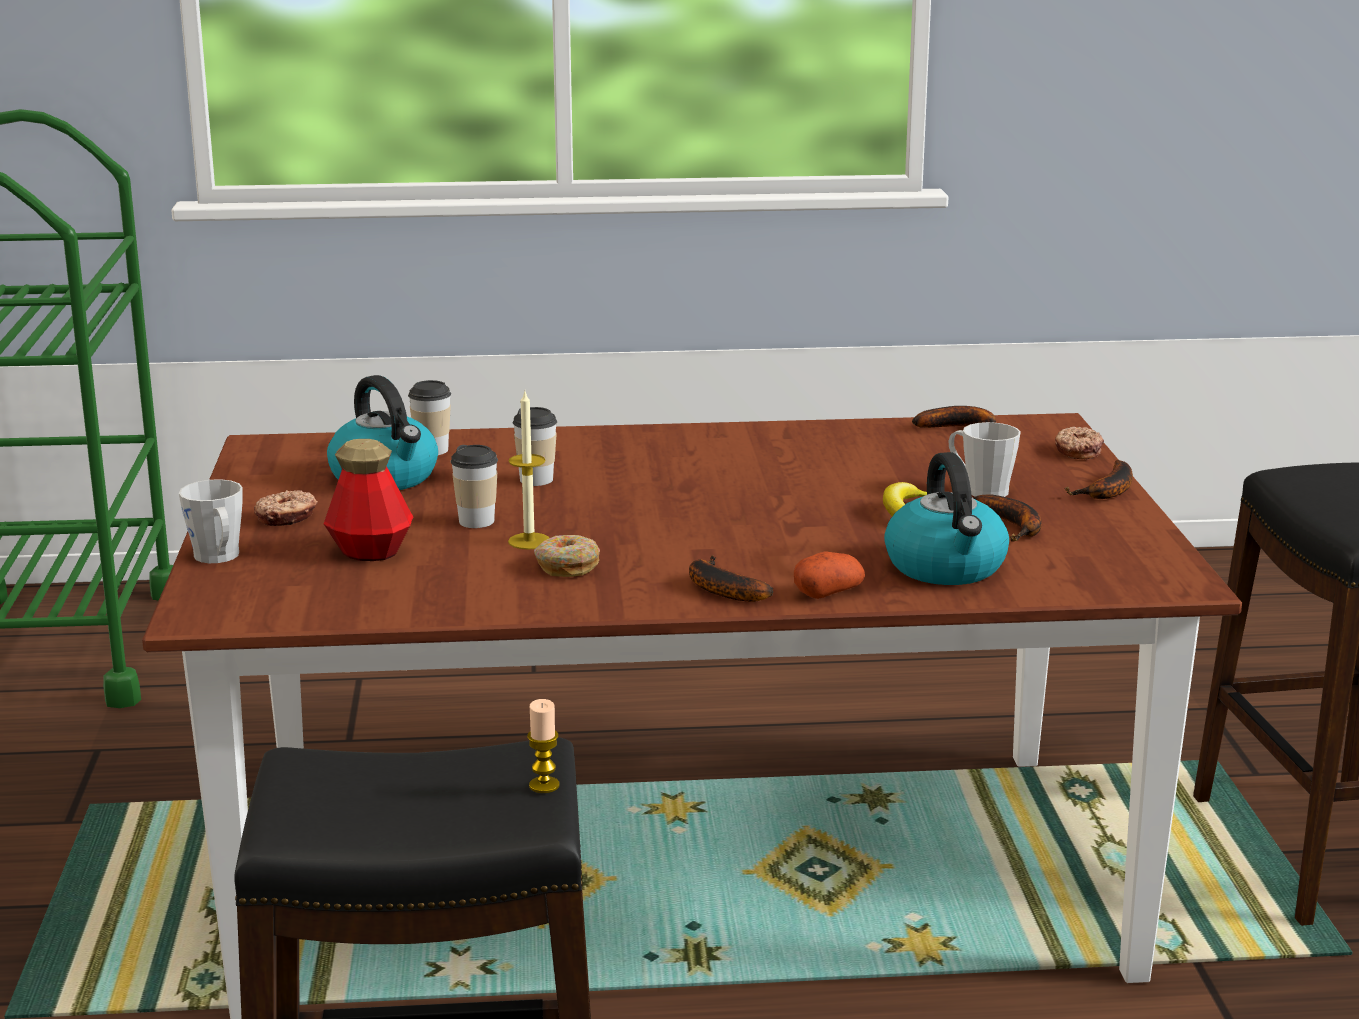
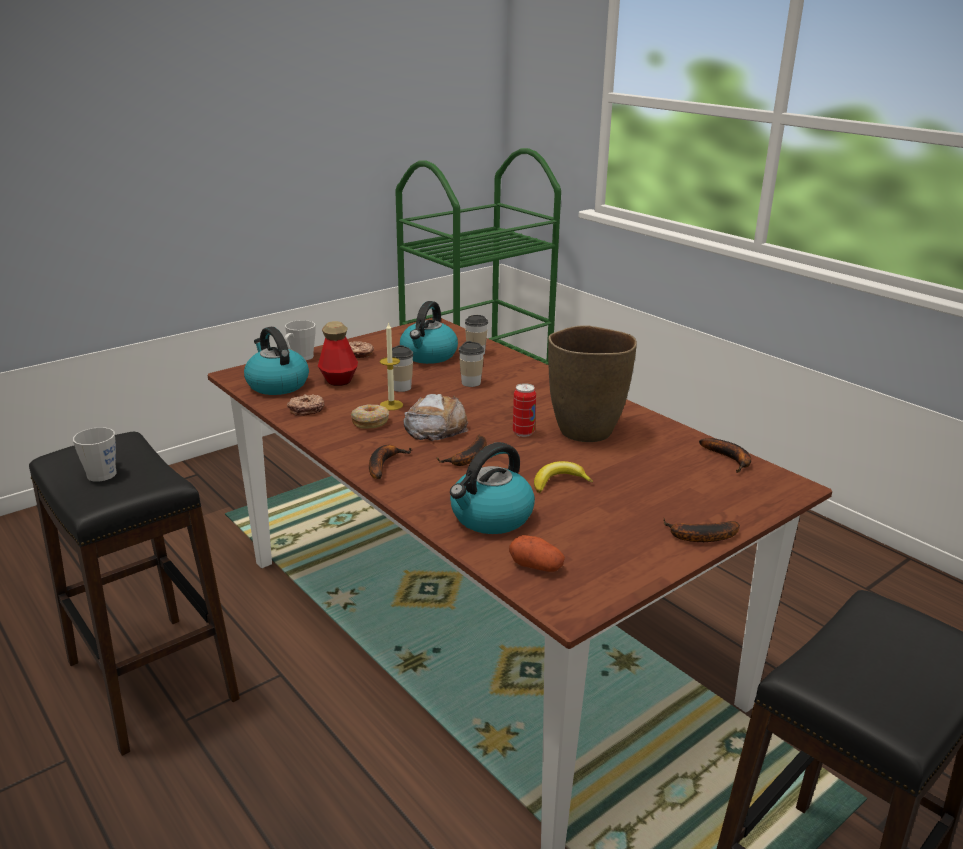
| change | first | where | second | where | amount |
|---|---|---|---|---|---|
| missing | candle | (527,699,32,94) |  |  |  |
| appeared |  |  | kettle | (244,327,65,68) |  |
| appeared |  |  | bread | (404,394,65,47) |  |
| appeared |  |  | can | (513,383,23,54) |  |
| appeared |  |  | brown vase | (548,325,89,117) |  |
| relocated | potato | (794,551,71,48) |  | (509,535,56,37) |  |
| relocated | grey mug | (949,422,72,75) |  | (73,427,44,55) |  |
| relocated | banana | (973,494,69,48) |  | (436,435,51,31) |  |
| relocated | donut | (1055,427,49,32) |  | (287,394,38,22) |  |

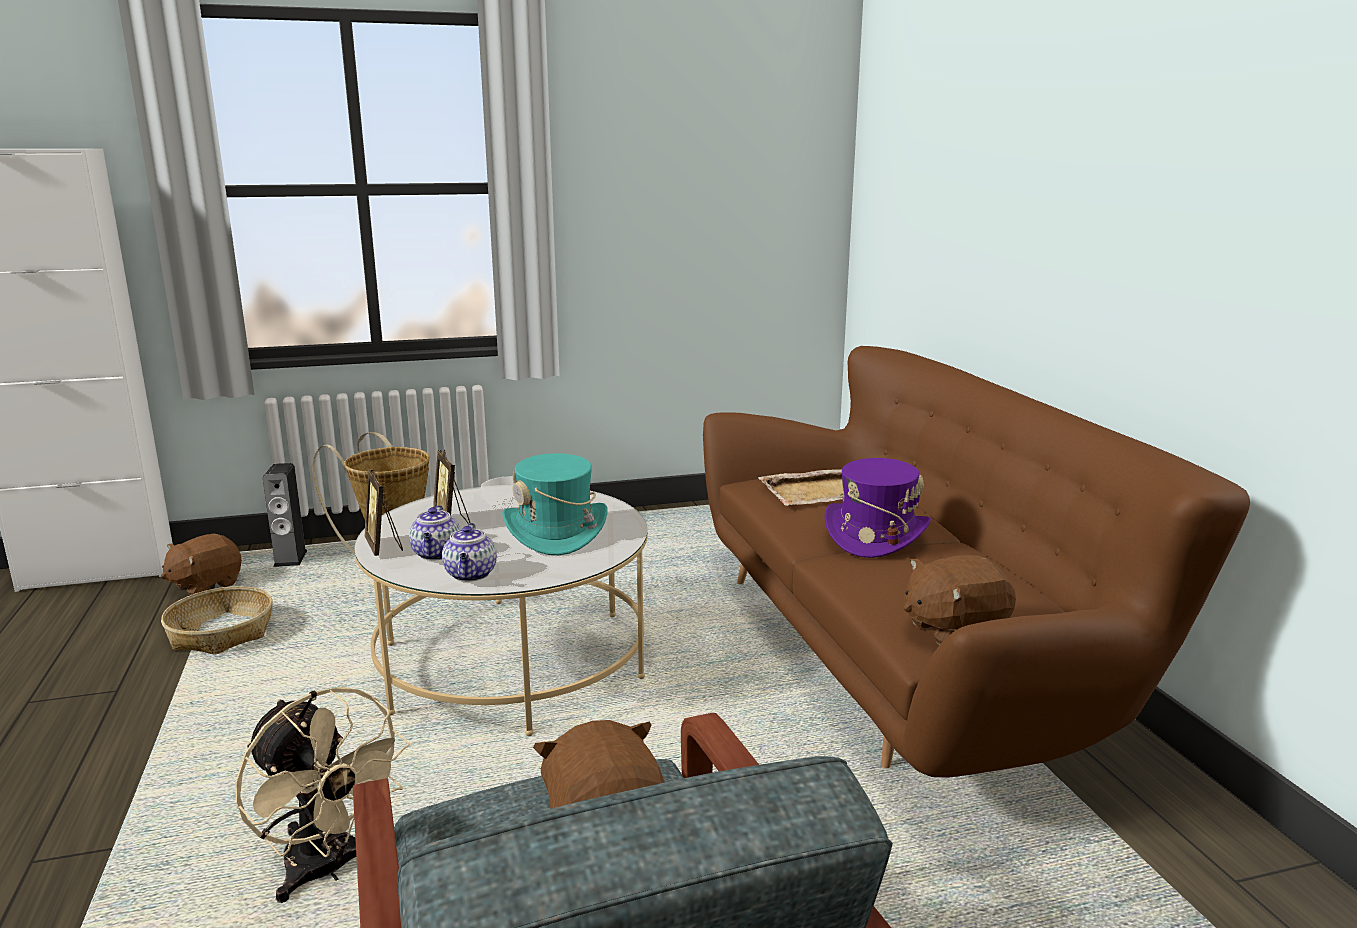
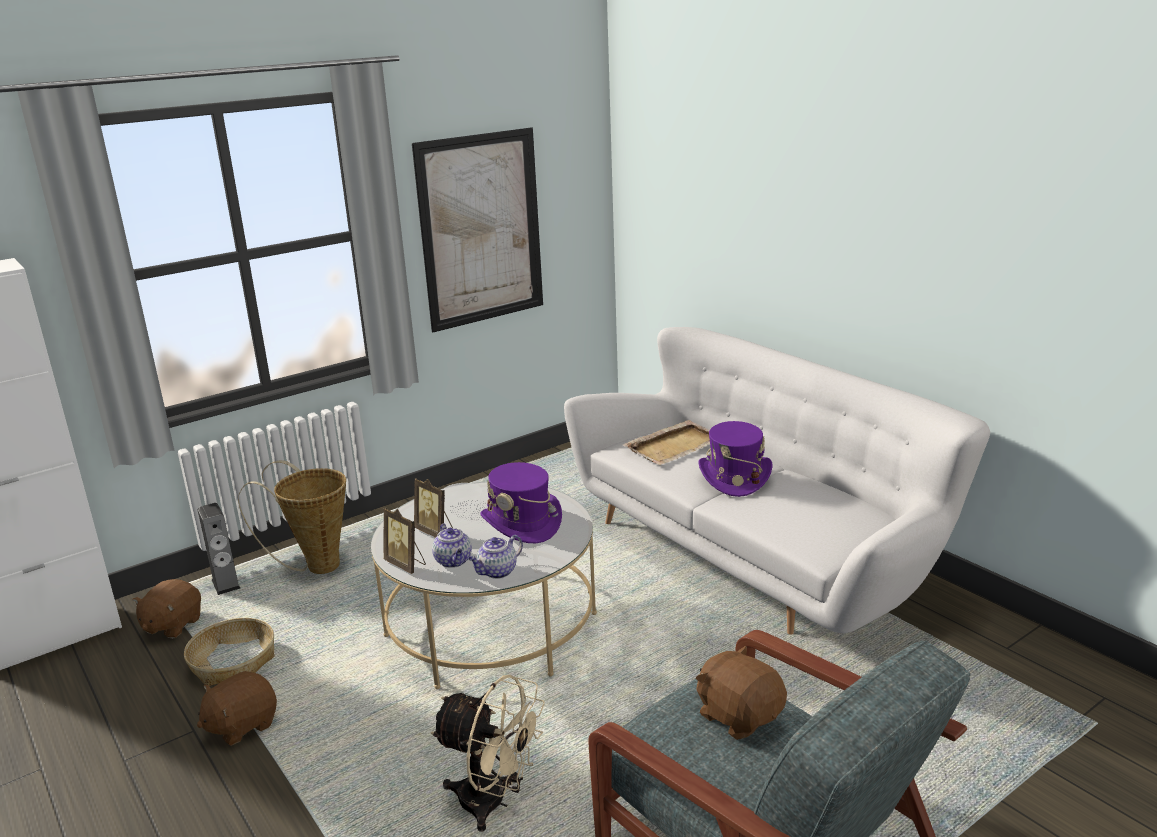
| change | first | where | second | where | amount |
|---|---|---|---|---|---|
| appeared |  |  | picture | (412,127,131,205) |  |
| relocated | brown plush toy | (904,555,112,90) |  | (197,671,80,75) |  |
| colour | turquoise hat | (502,453,106,102) | purple hat | (480,462,82,81) |  |
| colour | brown sofa | (703,346,547,432) | white sofa | (564,327,426,308) |  |
| spun | teapot | (442,523,55,59) |  | (468,535,55,44) | 75 degrees clockwise |

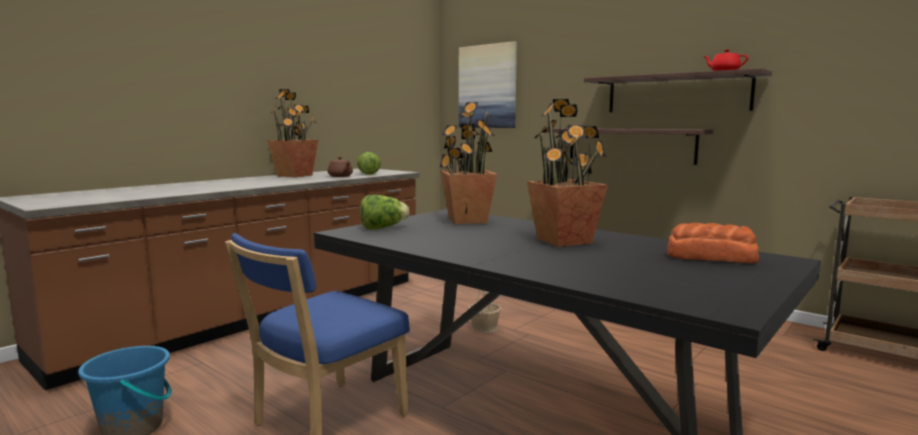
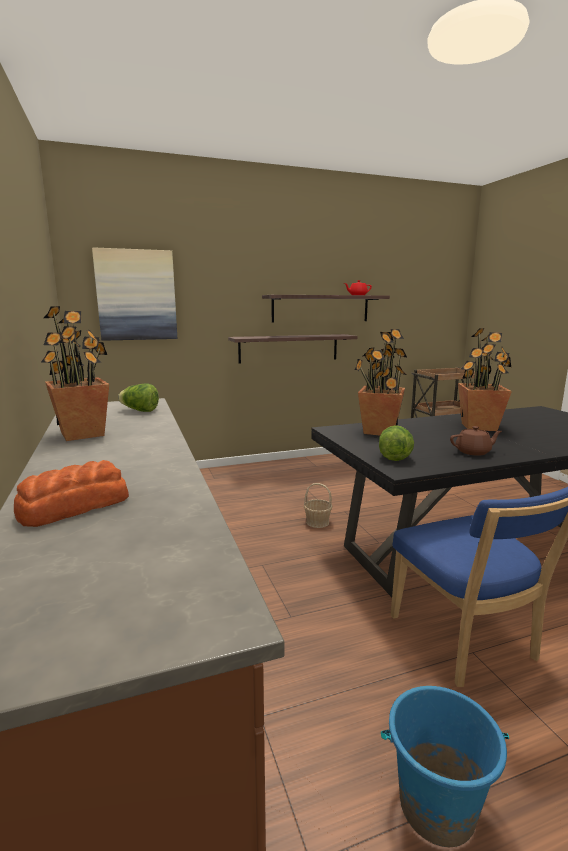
| change | first | where | second | where | amount |
|---|---|---|---|---|---|
| relocated | brown teapot | (327,157,26,20) |  | (450,426,52,30) |  |
| relocated | bread | (667,223,92,40) |  | (14,460,115,67) |  |

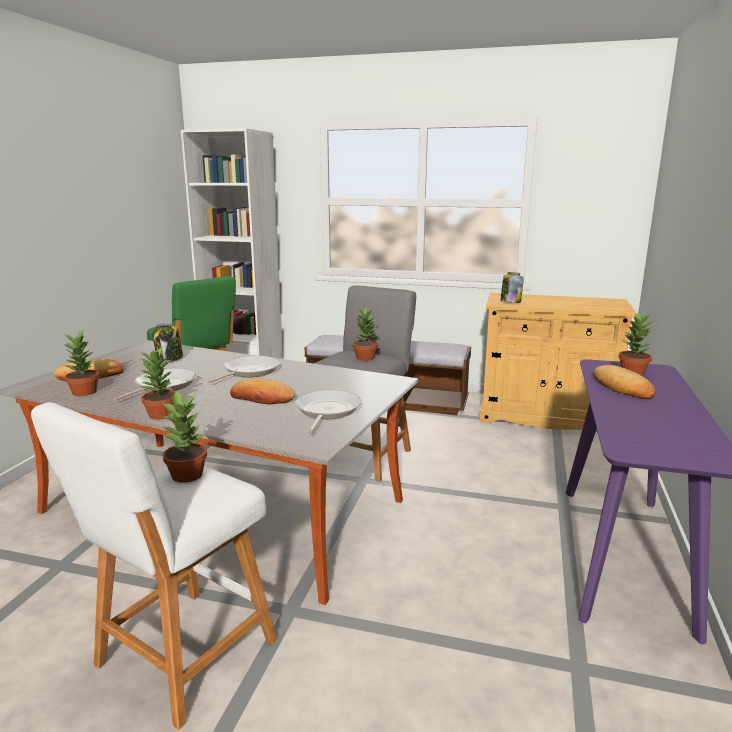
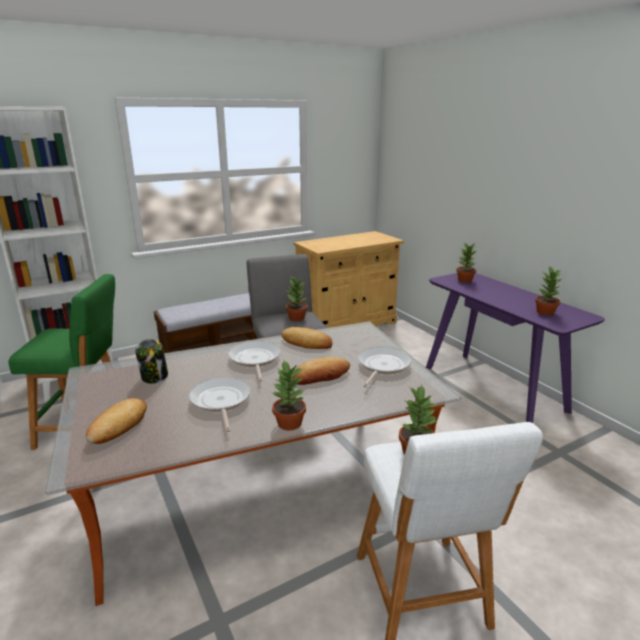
| change | first | where | second | where | amount |
|---|---|---|---|---|---|
| missing | jar | (501,272,22,31) |  |  |  |
| relocated | potted plant | (62,330,37,66) |  | (535,267,27,48) |  |
| relocated | bread | (594,365,61,34) |  | (281,327,51,22) |  |
| spun | frying pan | (295,390,66,44) |  | (358,347,54,41) | 60 degrees clockwise |

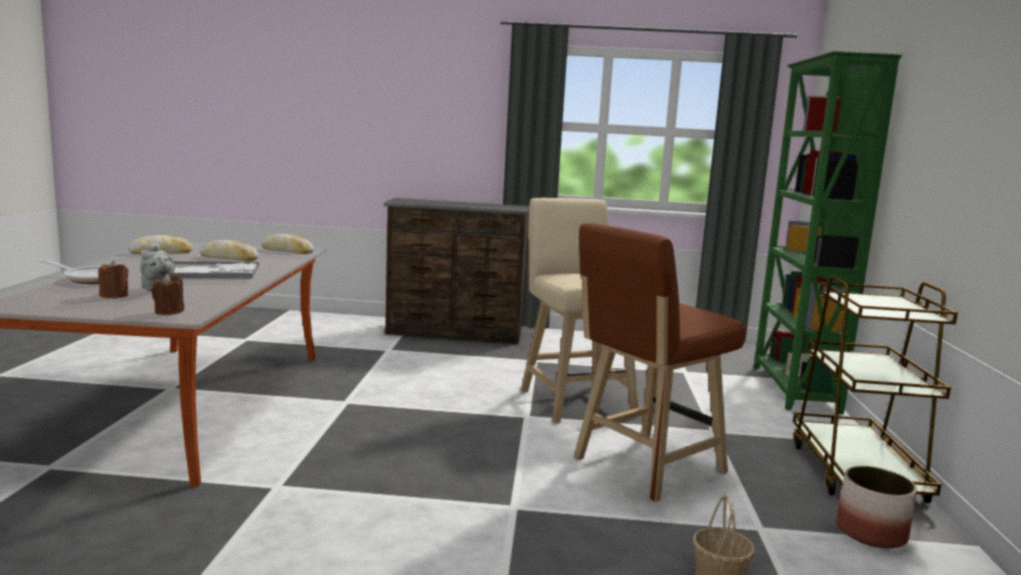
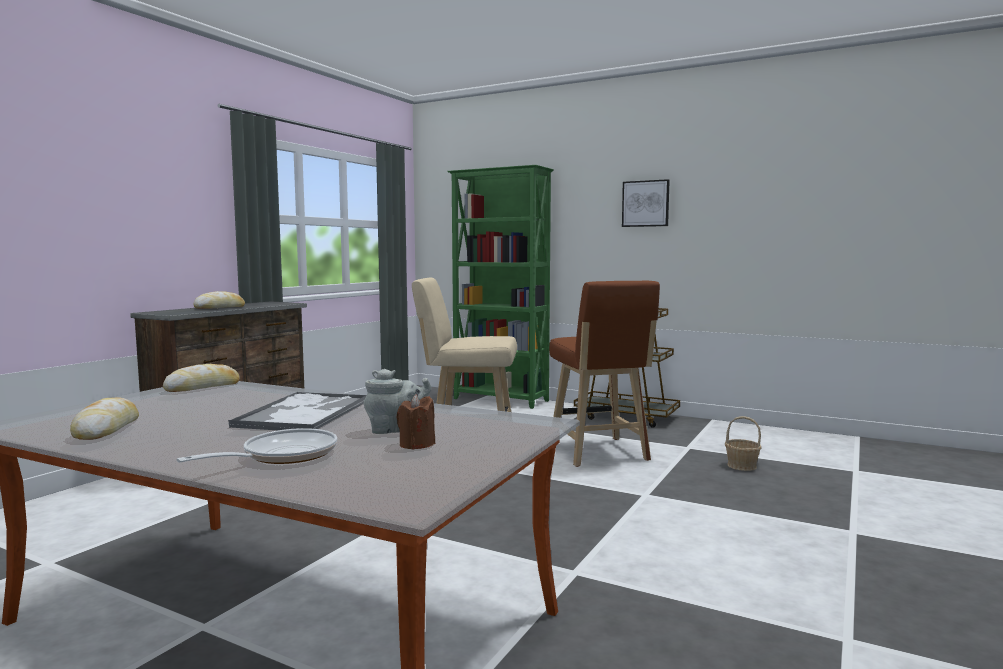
| change | first | where | second | where | amount |
|---|---|---|---|---|---|
| missing | brown candle | (152,274,32,41) |  |  |  |
| missing | planter | (837,466,80,82) |  |  |  |
| appeared |  |  | picture | (622,179,48,48) |  |
| relocated | bread | (200,240,59,21) |  | (193,291,52,18) |  |

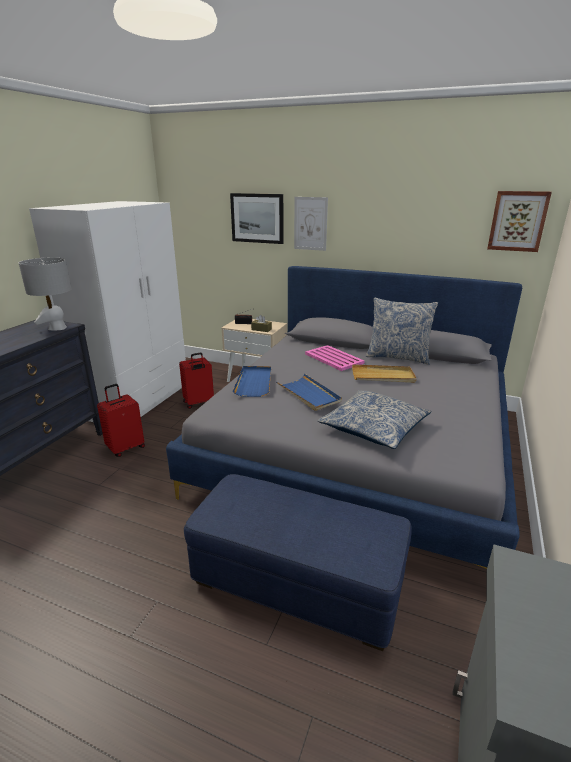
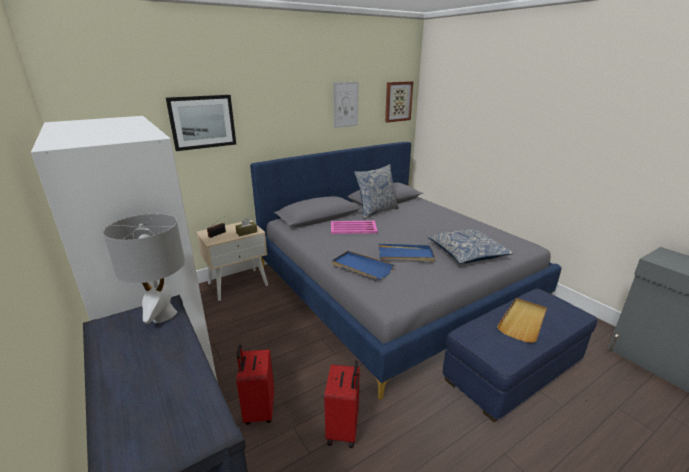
| change | first | where | second | where | amount |
|---|---|---|---|---|---|
| relocated | red suitcase | (179,353,35,56) |  | (324,360,36,88) |  |
| relocated | picture | (294,197,34,54) |  | (333,82,26,46) |  |
| relocated | beige tray | (352,364,65,19) |  | (497,298,50,45) |  |

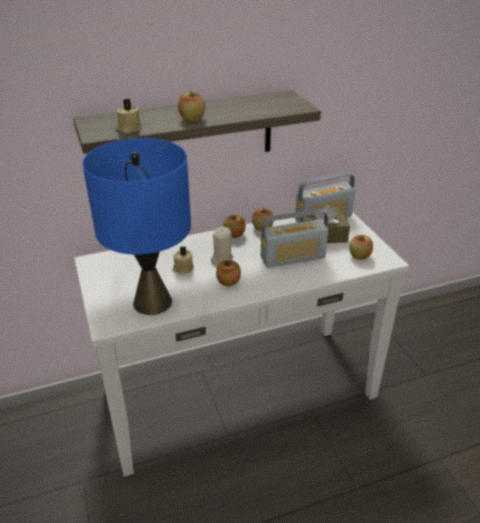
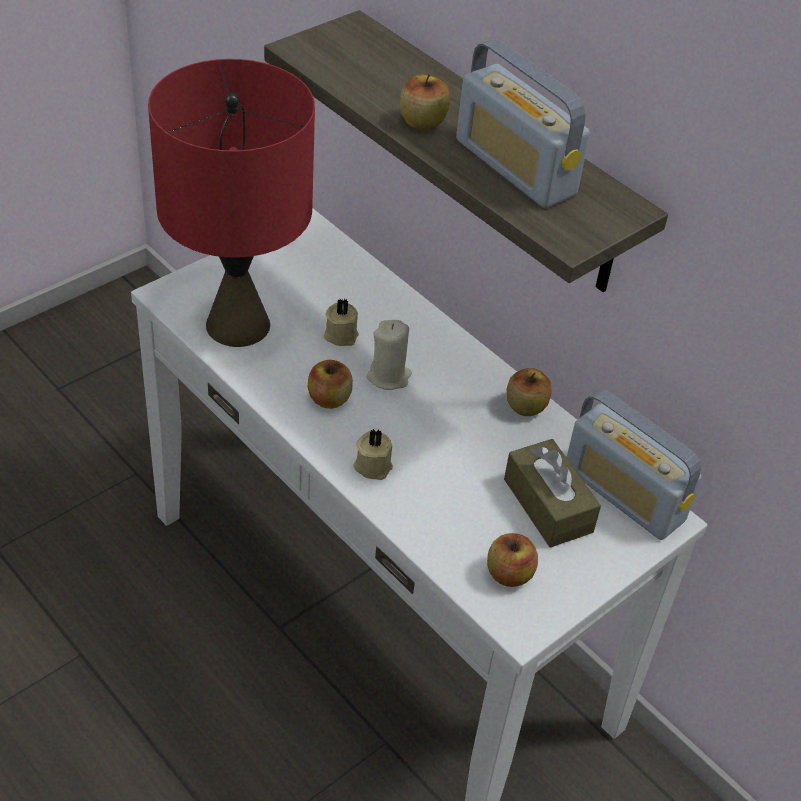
| change | first | where | second | where | amount |
|---|---|---|---|---|---|
| missing | apple | (224,215,21,23) |  |  |  |
| relocated | beige candle | (116,98,26,35) |  | (353,429,40,51) |  |
| relocated | radio | (261,209,67,59) |  | (456,39,134,169) |  |
| colour | blue table lamp | (82,138,109,177) | red table lamp | (148,59,167,288) |  |

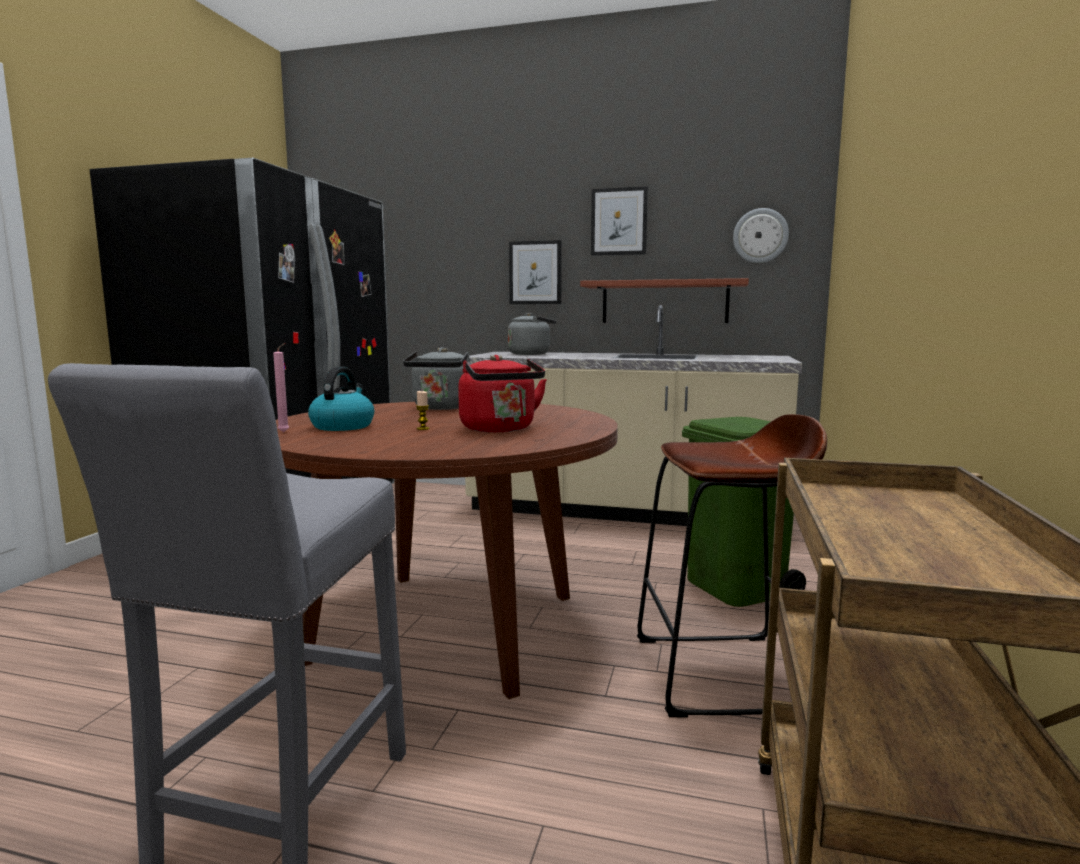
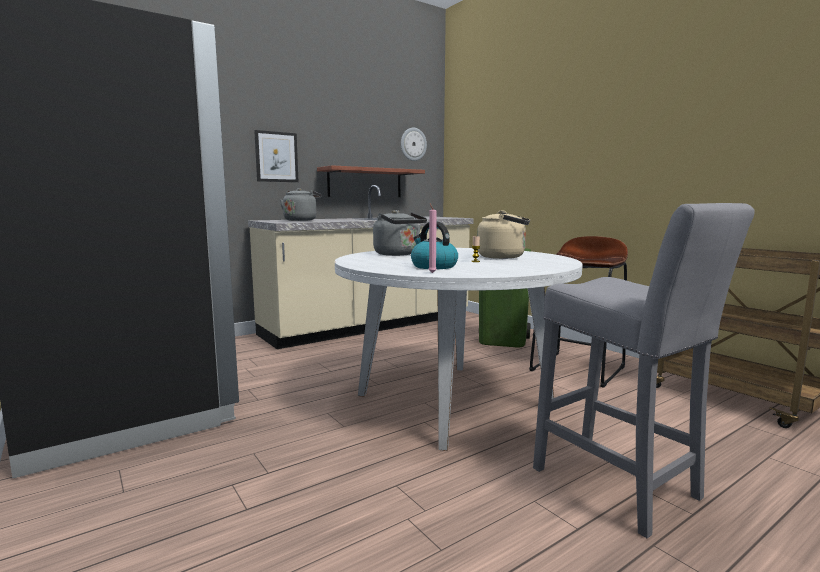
| change | first | where | second | where | amount |
|---|---|---|---|---|---|
| missing | picture | (591,186,57,70) |  |  |  |
| colour | brown dining table | (276,402,342,297) | white dining table | (335,248,248,203) |  |
| colour | red kettle | (458,355,89,77) | beige kettle | (477,210,53,49) |  |

